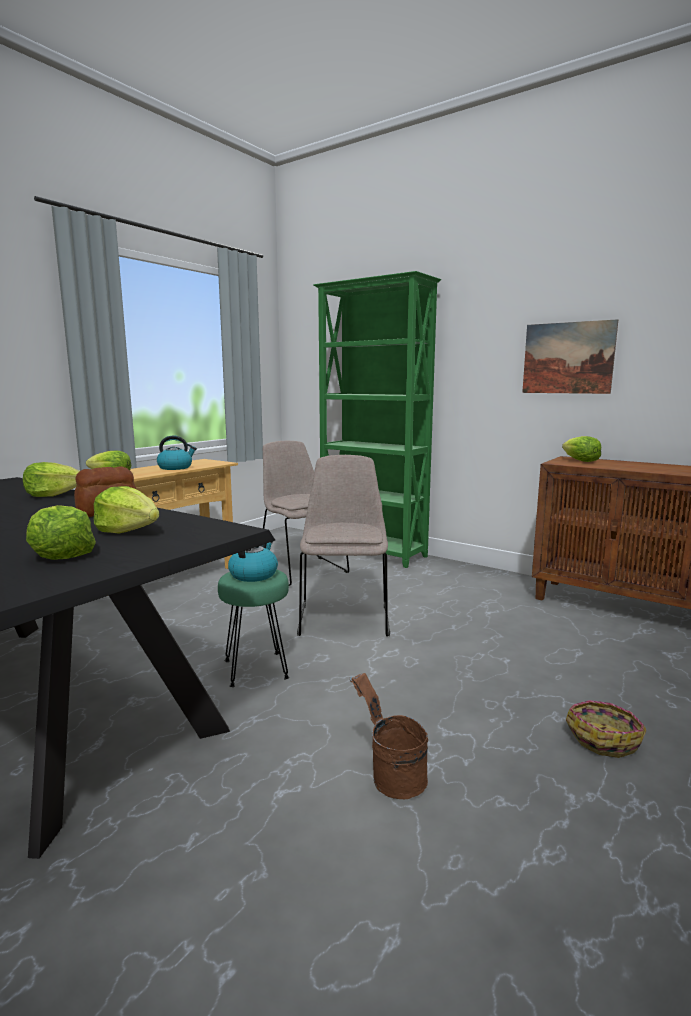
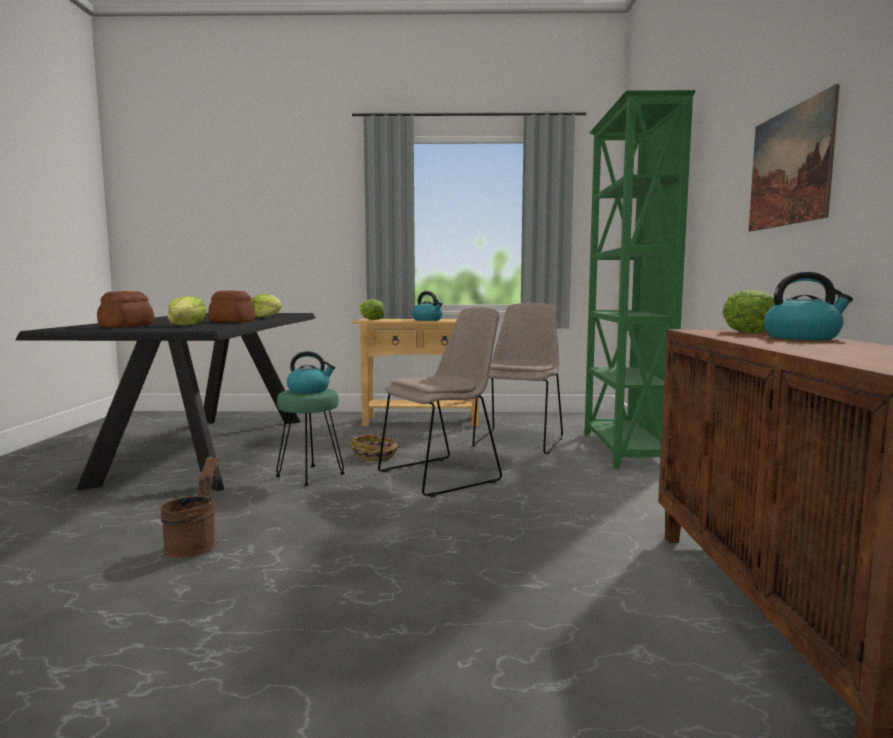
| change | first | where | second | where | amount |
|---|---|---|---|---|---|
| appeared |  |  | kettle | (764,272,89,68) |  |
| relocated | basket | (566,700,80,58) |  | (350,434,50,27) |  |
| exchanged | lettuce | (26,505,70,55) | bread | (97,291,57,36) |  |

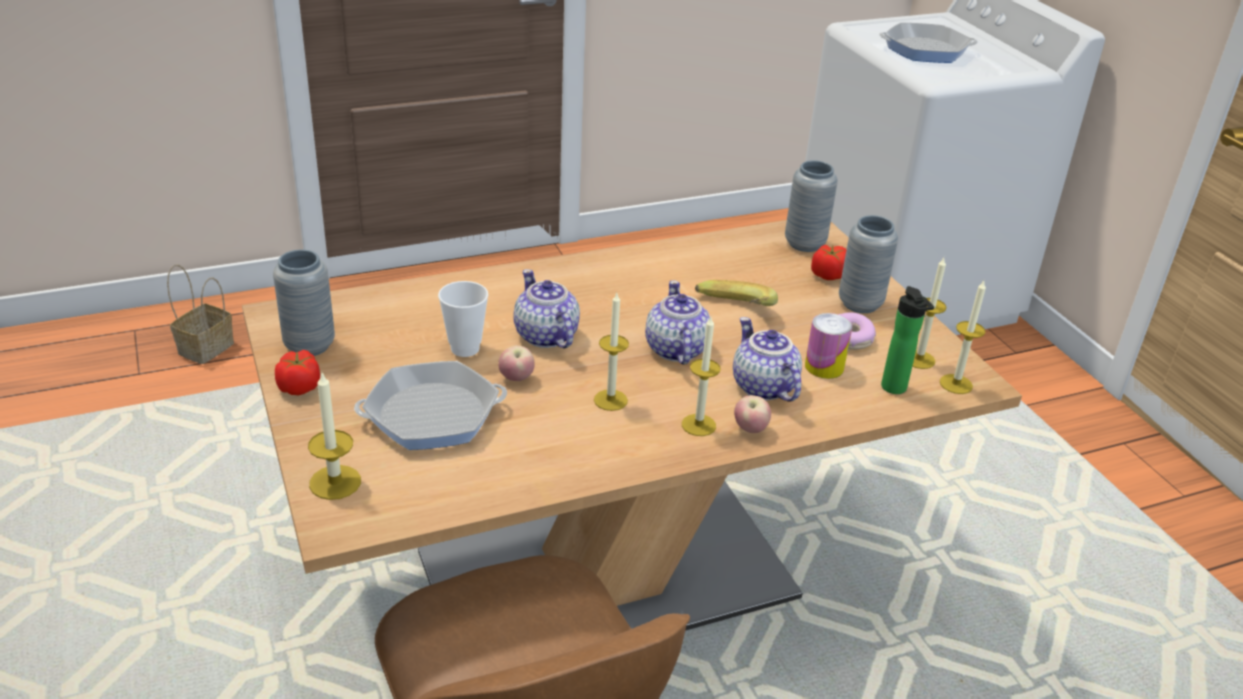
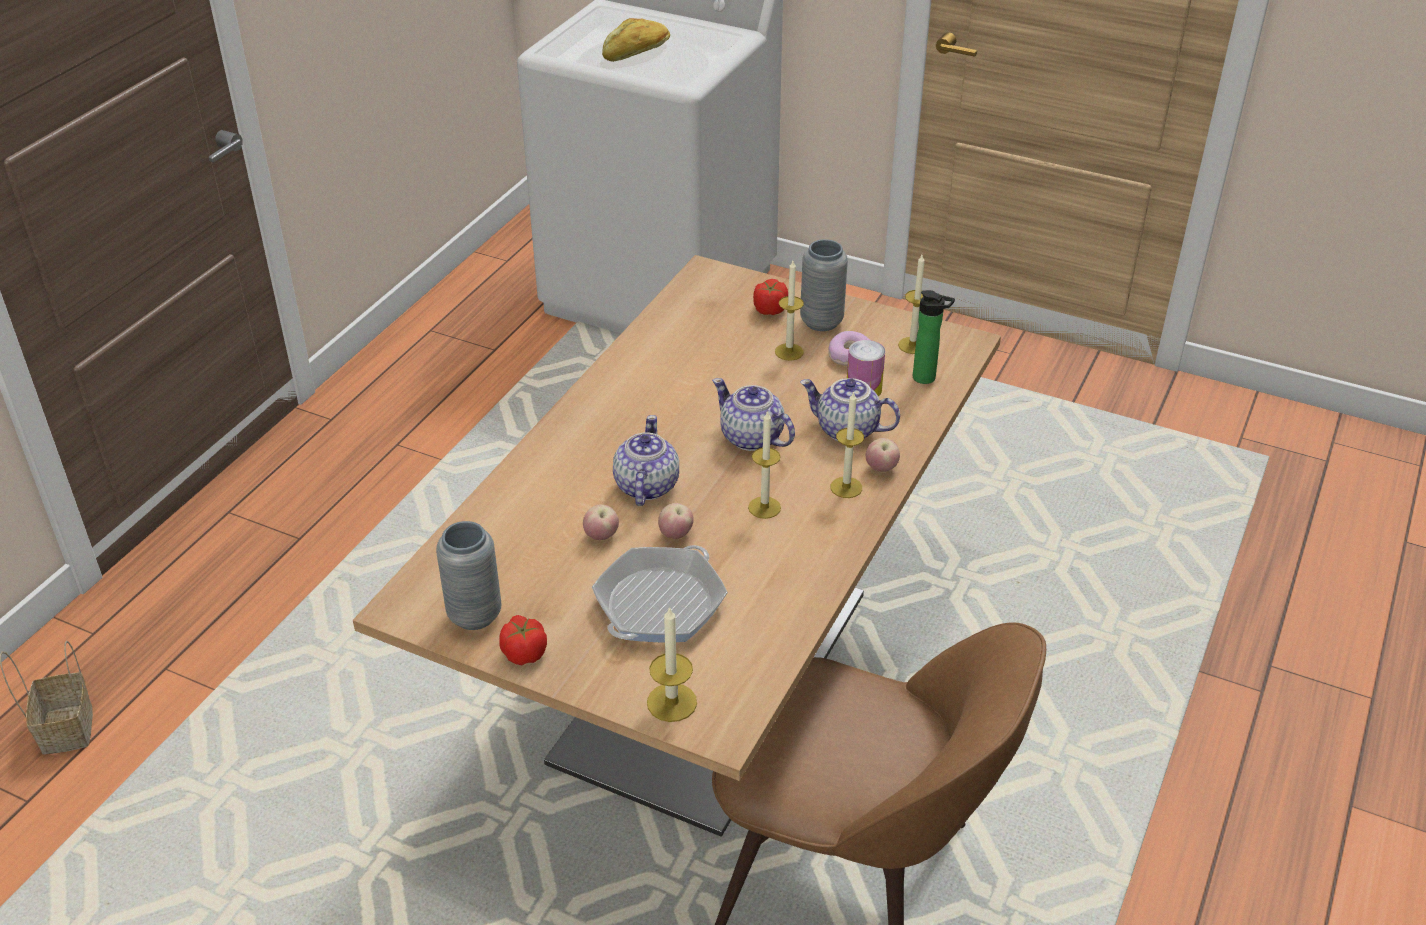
| change | first | where | second | where | amount |
|---|---|---|---|---|---|
| missing | banana | (695,280,83,26) |  |  |  |
| missing | grey vase | (785,160,53,92) |  |  |  |
| relocated | candle | (940,281,46,113) |  | (775,261,29,100) |  |
| exchanged | cup | (438,281,50,76) | apple | (583,505,36,35) |  |
| exchanged | frying pan | (879,23,99,40) | bread | (602,18,68,44) |  |
| spun | teapot | (513,269,67,79) |  | (613,415,66,91) | 75 degrees clockwise |

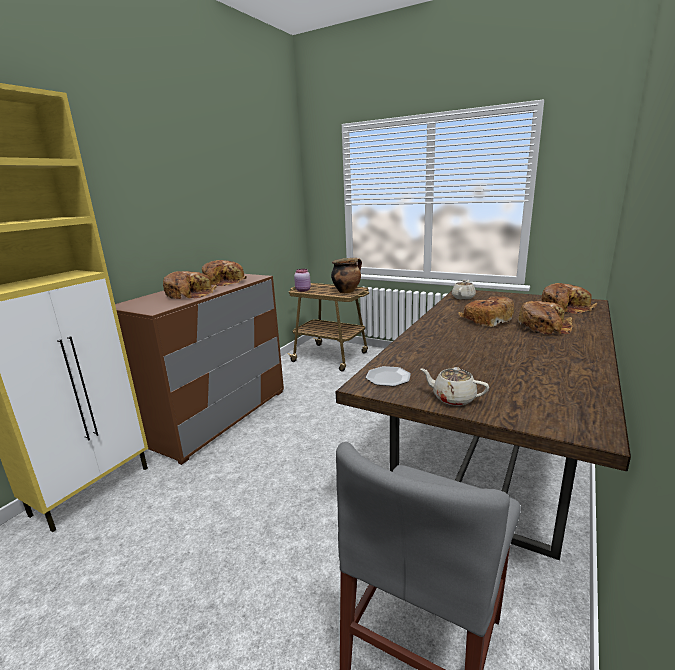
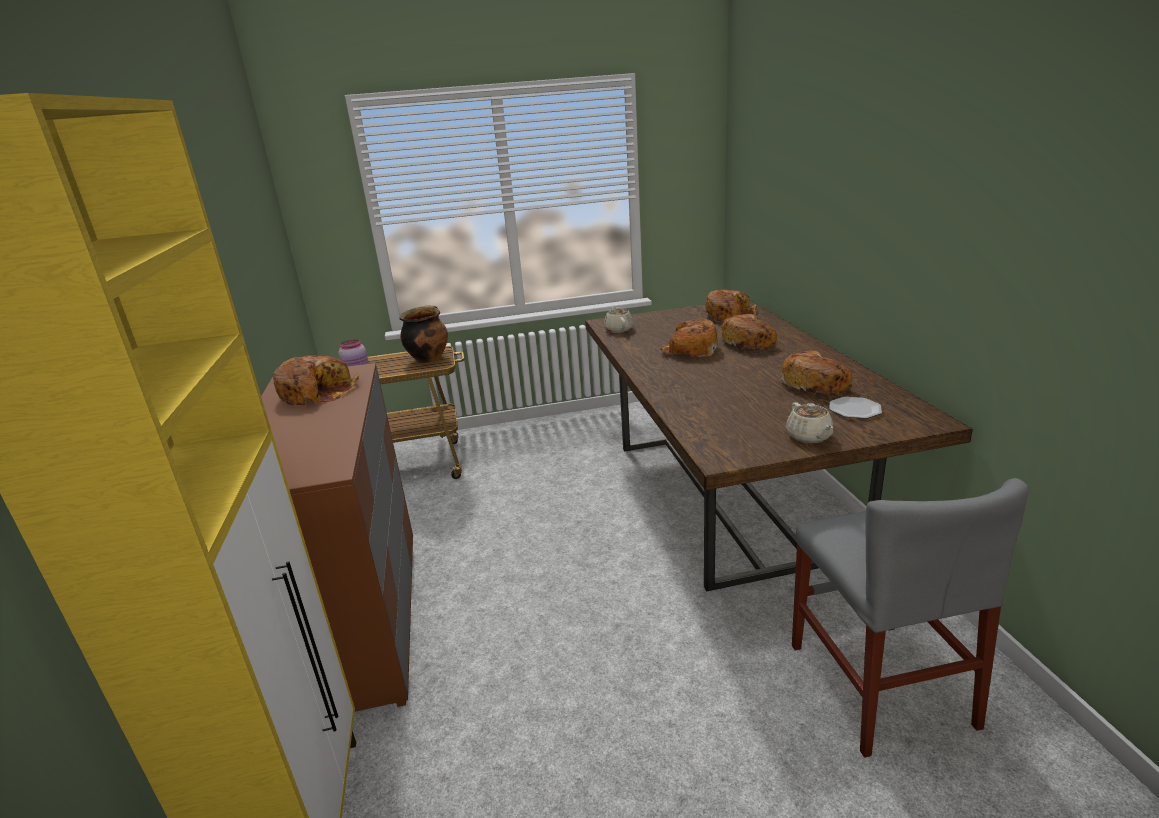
| change | first | where | second | where | amount |
|---|---|---|---|---|---|
| relocated | bread | (163,271,54,28) |  | (780,350,72,45) |  |
| relocated | plate | (366,366,45,20) |  | (830,397,52,22) |  |
| spun | beige teapot | (420,367,69,39) |  | (786,402,48,41) | 90 degrees counterclockwise |

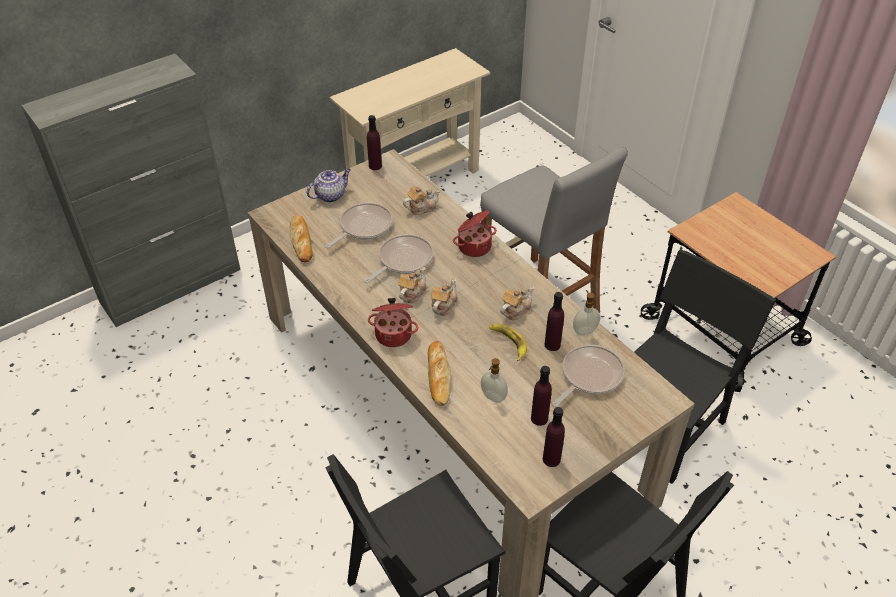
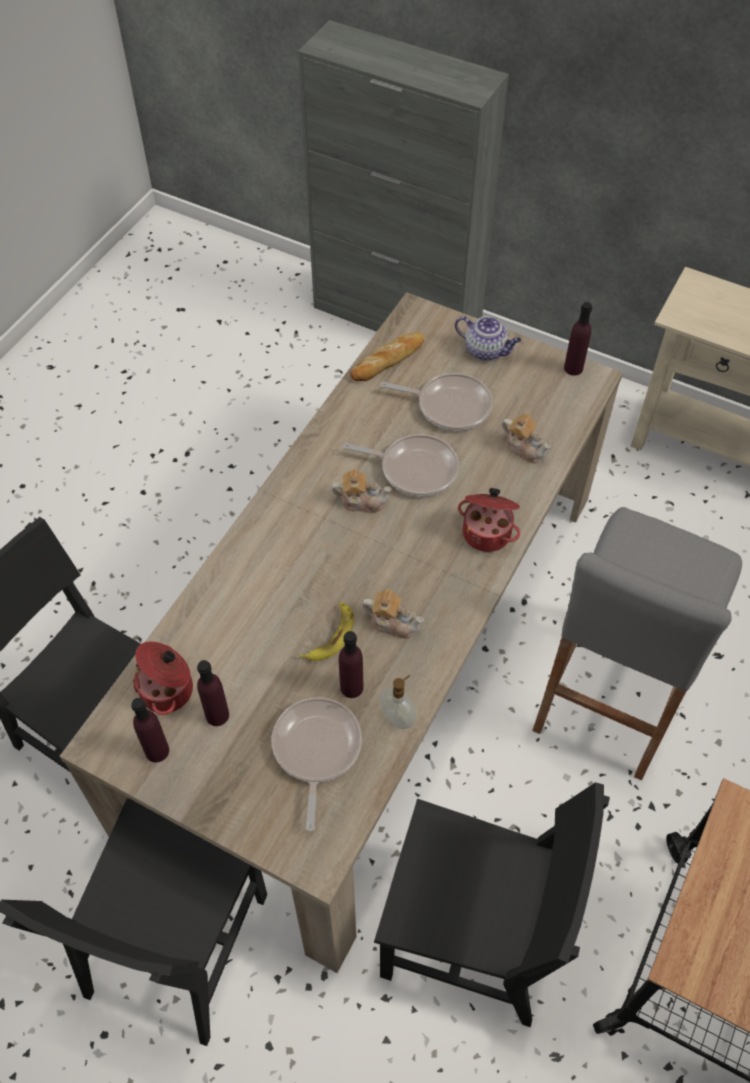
| change | first | where | second | where | amount |
|---|---|---|---|---|---|
| missing | bread | (428,341,23,65) |  |  |  |
| missing | teapot | (431,278,26,38) |  |  |  |
| missing | soap dispenser | (481,358,27,45) |  |  |  |
| relocated | cooking pot | (368,298,50,49) |  | (133,642,60,73) |  |
| spun | frying pan | (552,345,73,62) |  | (272,697,90,134) | 105 degrees counterclockwise |

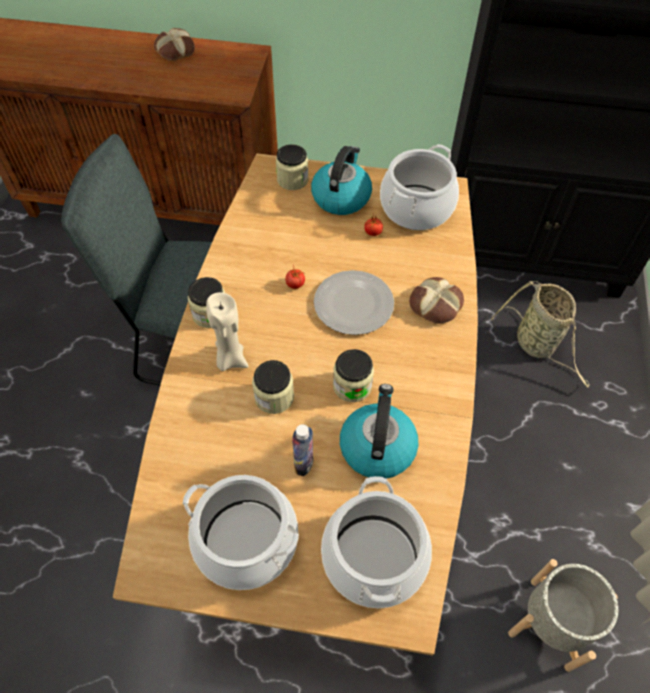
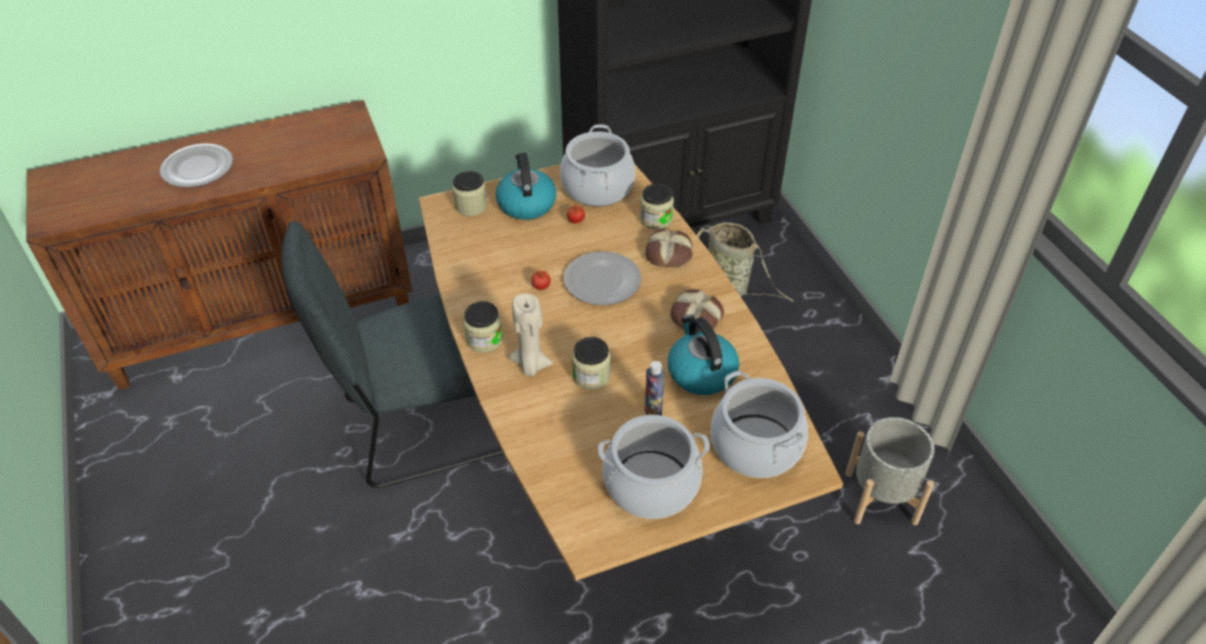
| change | first | where | second | where | amount |
|---|---|---|---|---|---|
| appeared |  |  | plate | (160,143,73,45) |  |
| relocated | bread | (154,28,41,33) |  | (670,289,54,43) |  |
| relocated | jar | (333,349,41,53) |  | (640,183,34,47) |  |

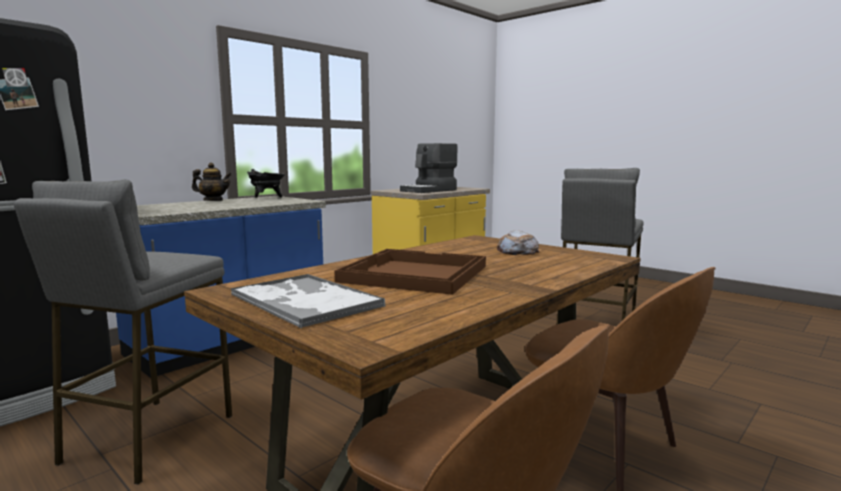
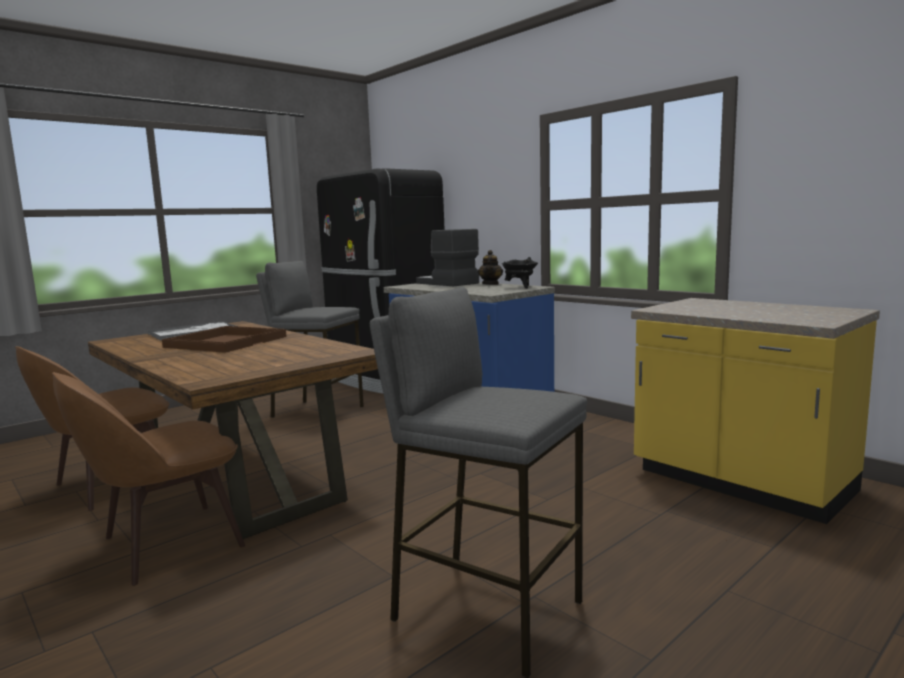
| change | first | where | second | where | amount |
|---|---|---|---|---|---|
| missing | bread | (497,230,42,25) |  |  |  |
| relocated | coffee machine | (400,143,57,50) |  | (416,229,63,58) |  |

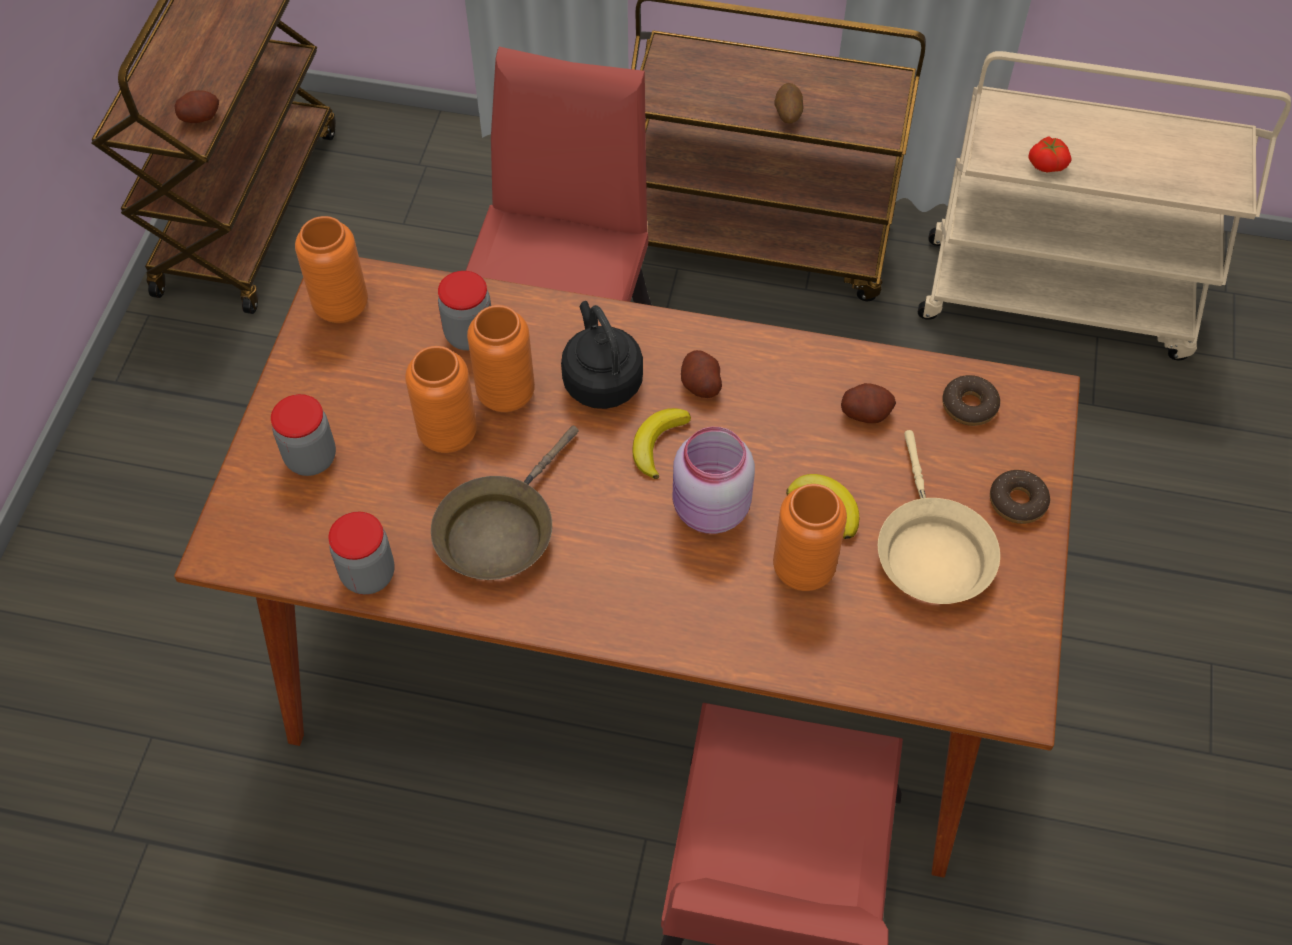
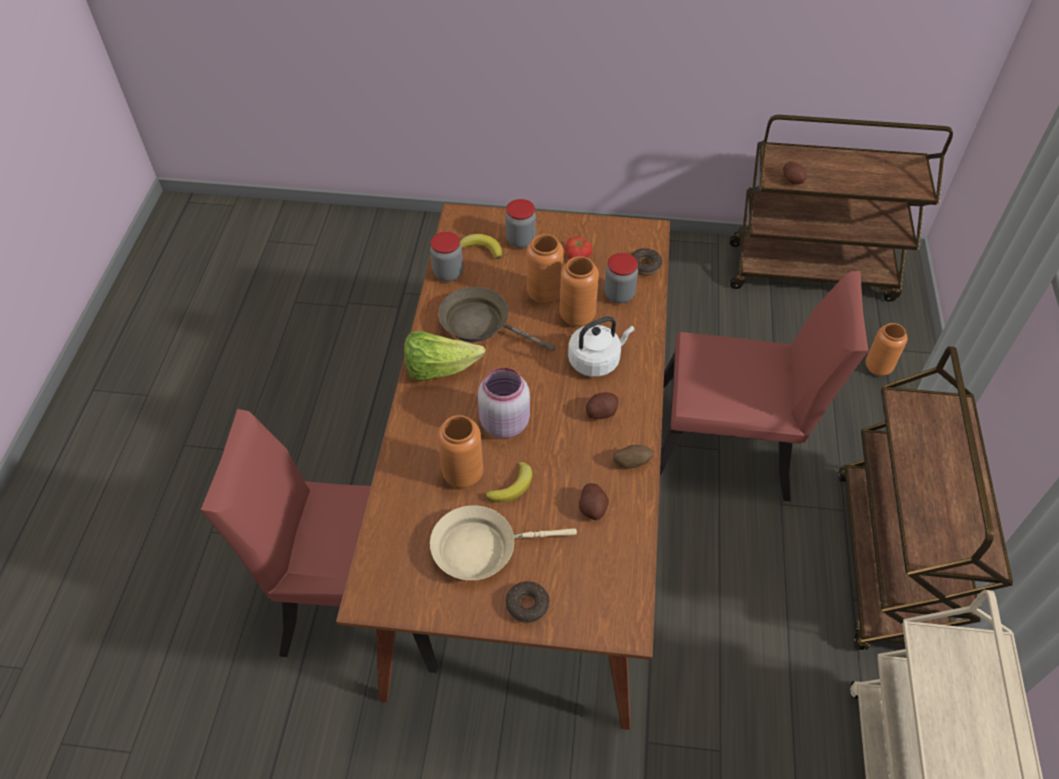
| change | first | where | second | where | amount |
|---|---|---|---|---|---|
| appeared |  |  | lettuce | (404,330,81,51) |  |
| relocated | orange vase | (295,216,73,107) |  | (865,323,43,53) |  |
| relocated | banana | (633,408,58,71) |  | (460,234,42,25) |  |
| relocated | potato | (774,83,29,41) |  | (613,445,41,23) |  |
| relocated | donut | (943,375,57,51) |  | (631,248,31,28) |  |
| relocated | tomato | (1028,136,43,37) |  | (565,236,27,24) |  |
| colour | black kettle | (561,301,82,108) | white kettle | (568,316,66,61) |  |

